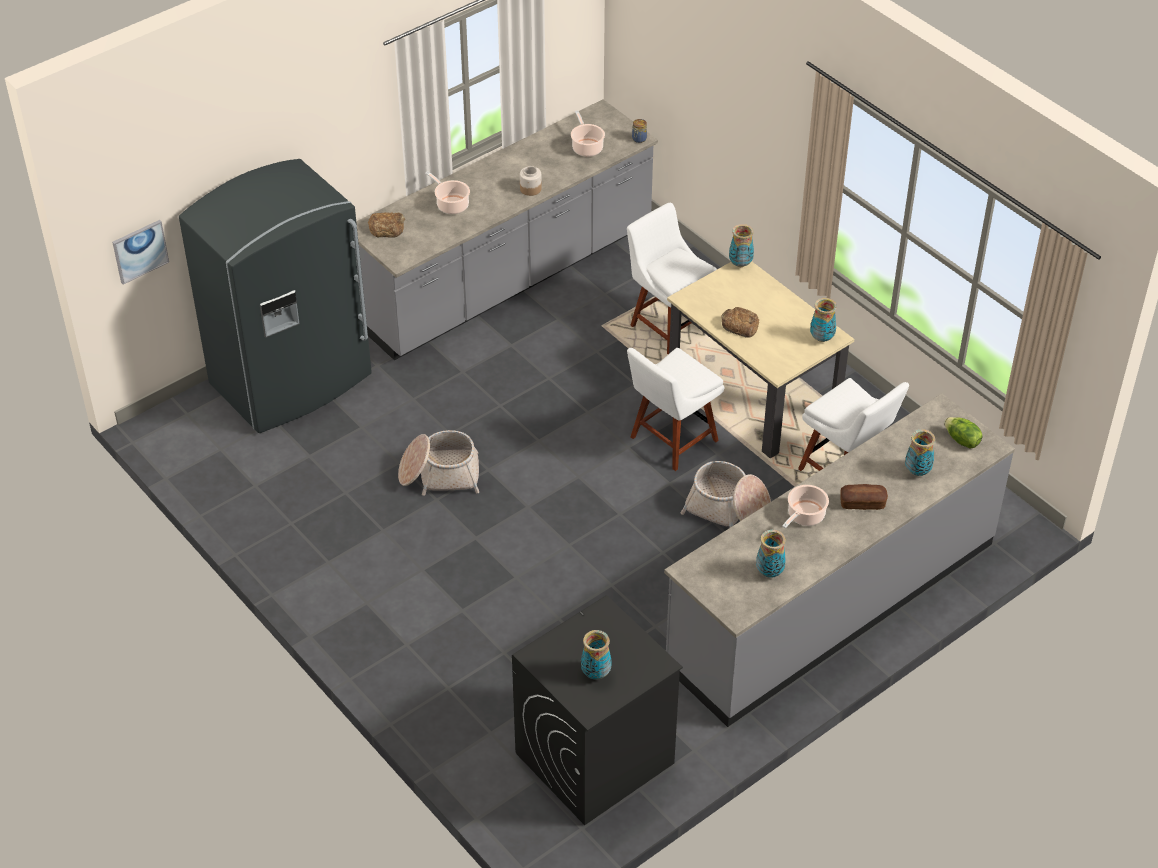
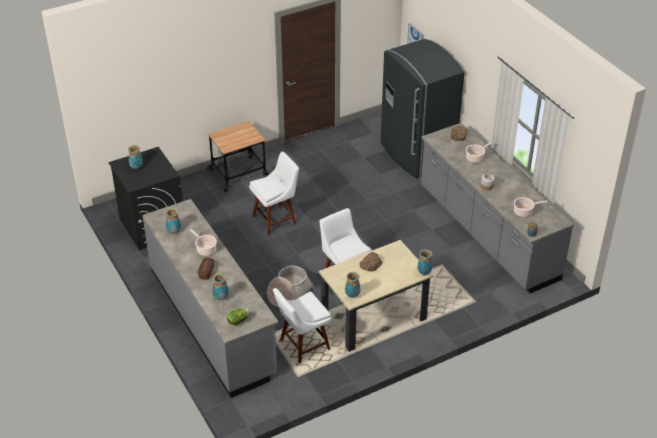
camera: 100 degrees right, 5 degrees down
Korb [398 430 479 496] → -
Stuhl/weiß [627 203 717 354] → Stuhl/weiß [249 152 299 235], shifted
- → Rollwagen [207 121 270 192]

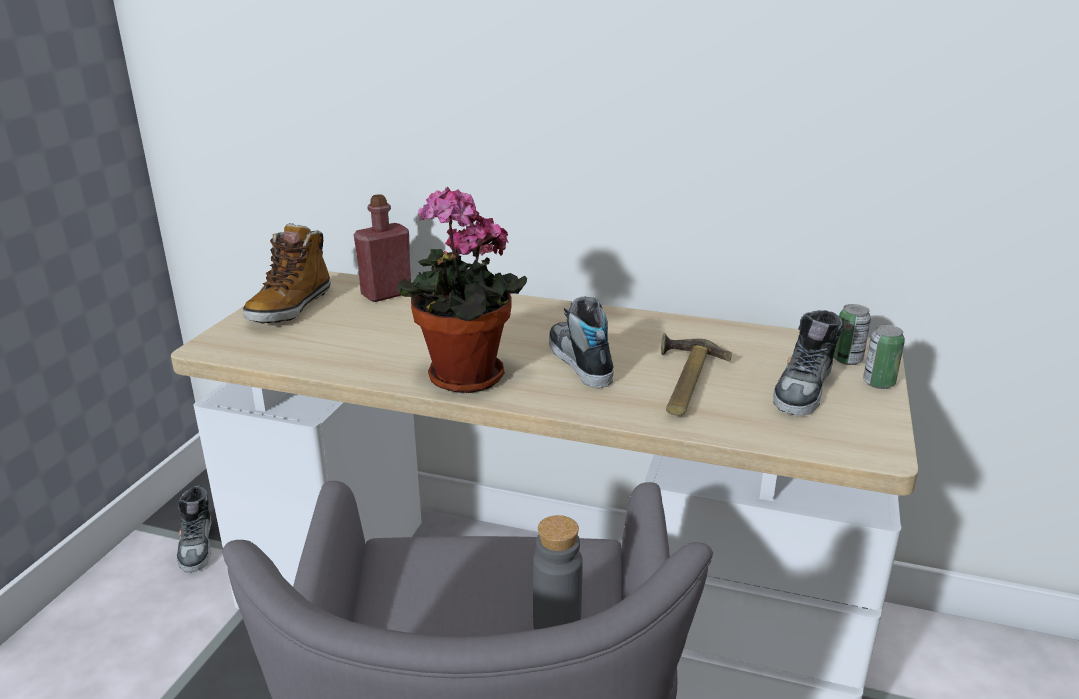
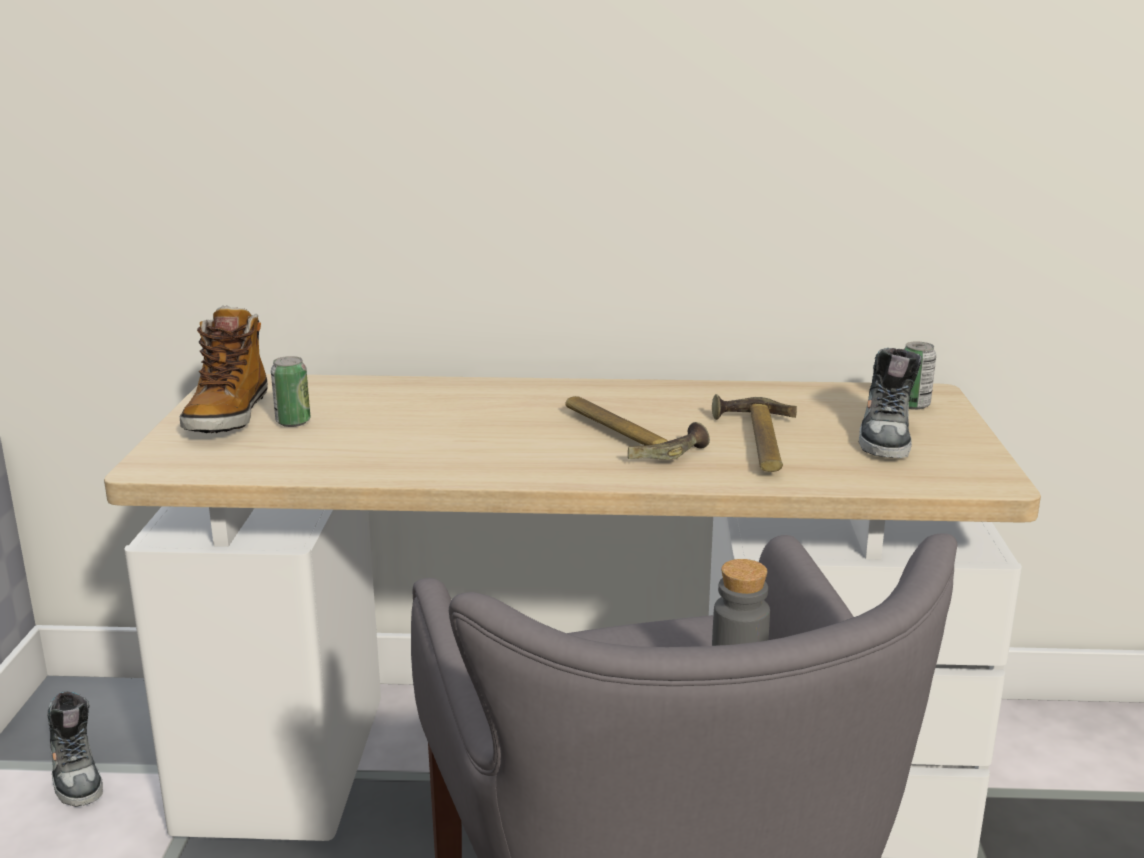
camera: 15 degrees left, 5 degrees down
Flasche/rot [354 194 411 302] → -
Topfpflanze [398 187 527 394] → -
Schuh [549 297 614 388] → Hammer [565 396 710 460]
Dose [863 325 905 389] → Dose [271 356 310 427], shifted

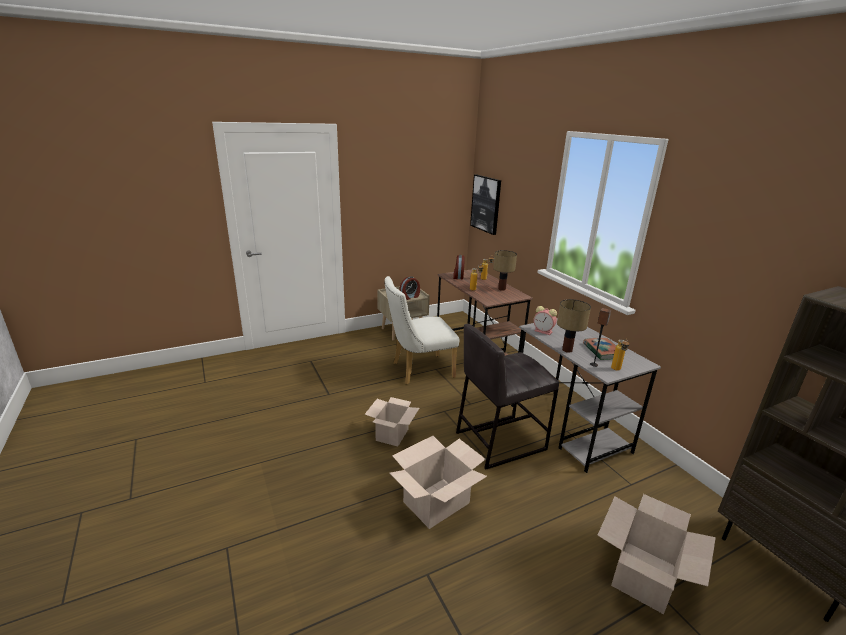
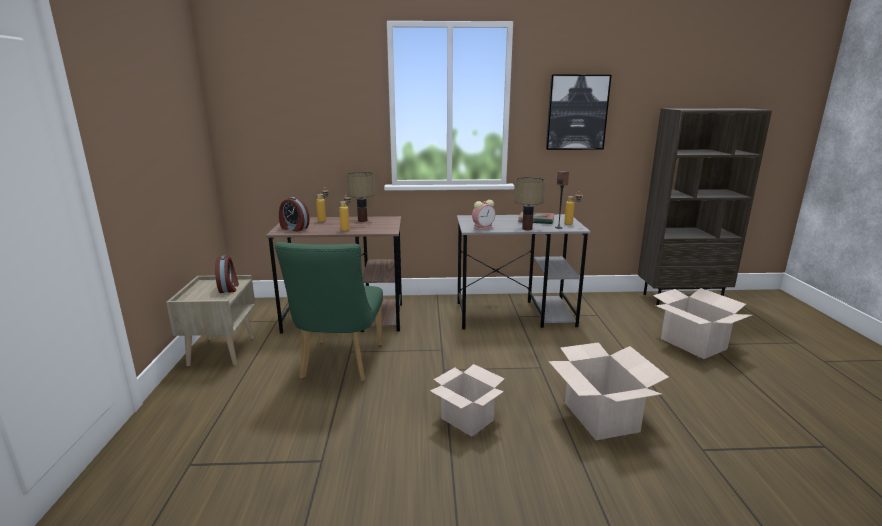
camera: 65 degrees left, 5 degrees down
Stuhl/weiß [384 276 460 384] → Stuhl/grün [275 242 383 382]
Hocker/grau [456 324 559 470] → -
Bild [470 175 501 235] → Bild [546 75 611 150], shifted

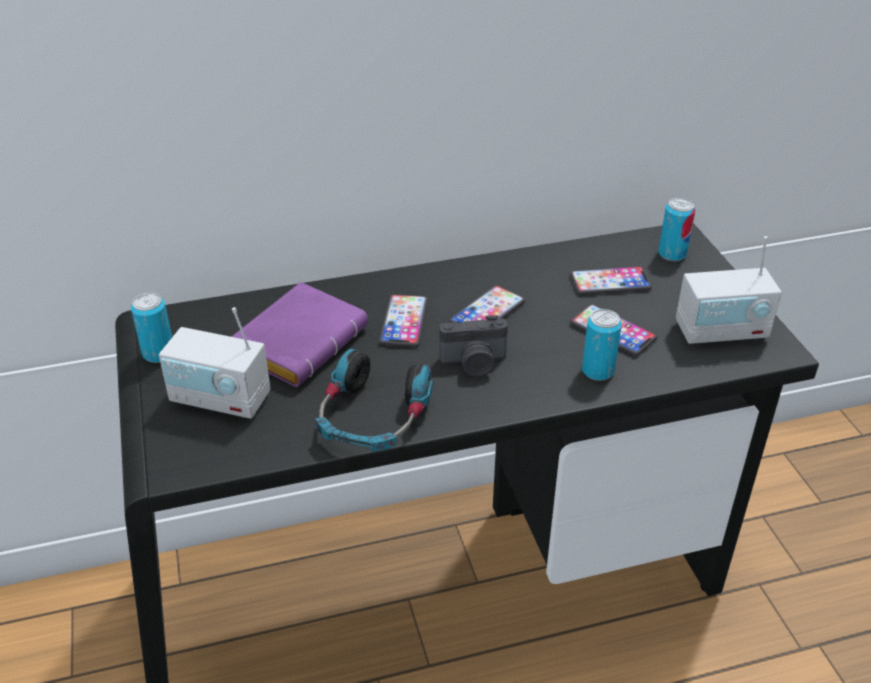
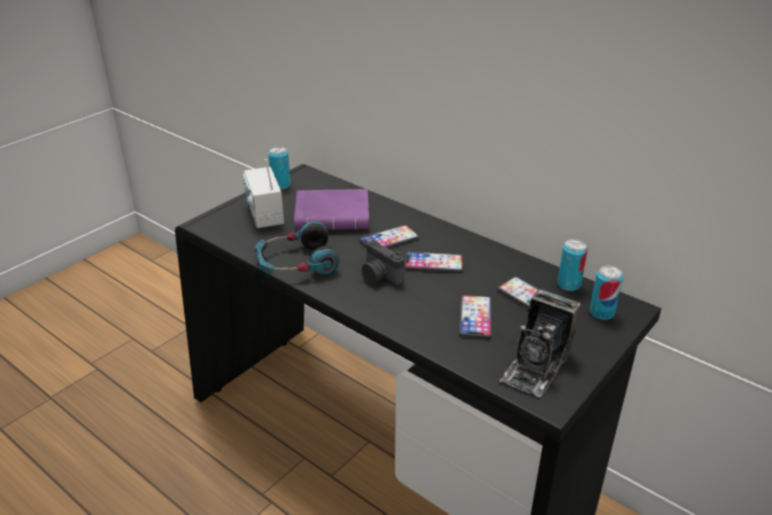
camera: 55 degrees right, 5 degrees down
Dose [582 309 622 381] → Dose [557 239 588 291], shifted
Radio [676 236 782 345] → Kamera [500 289 581 397]

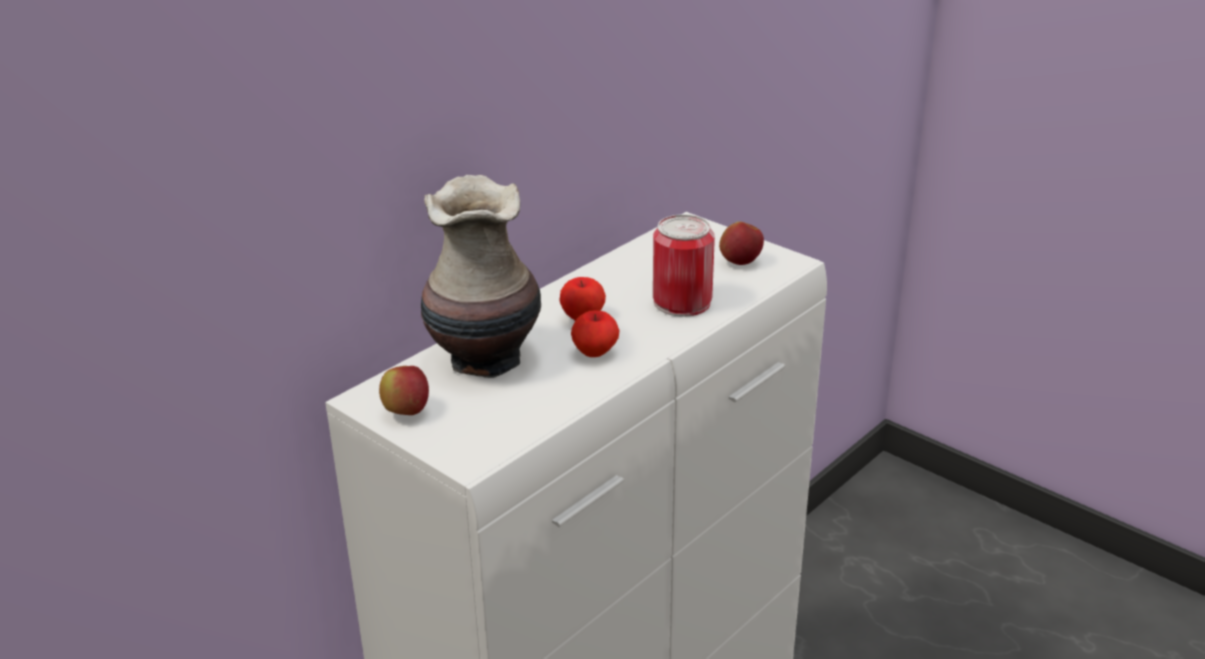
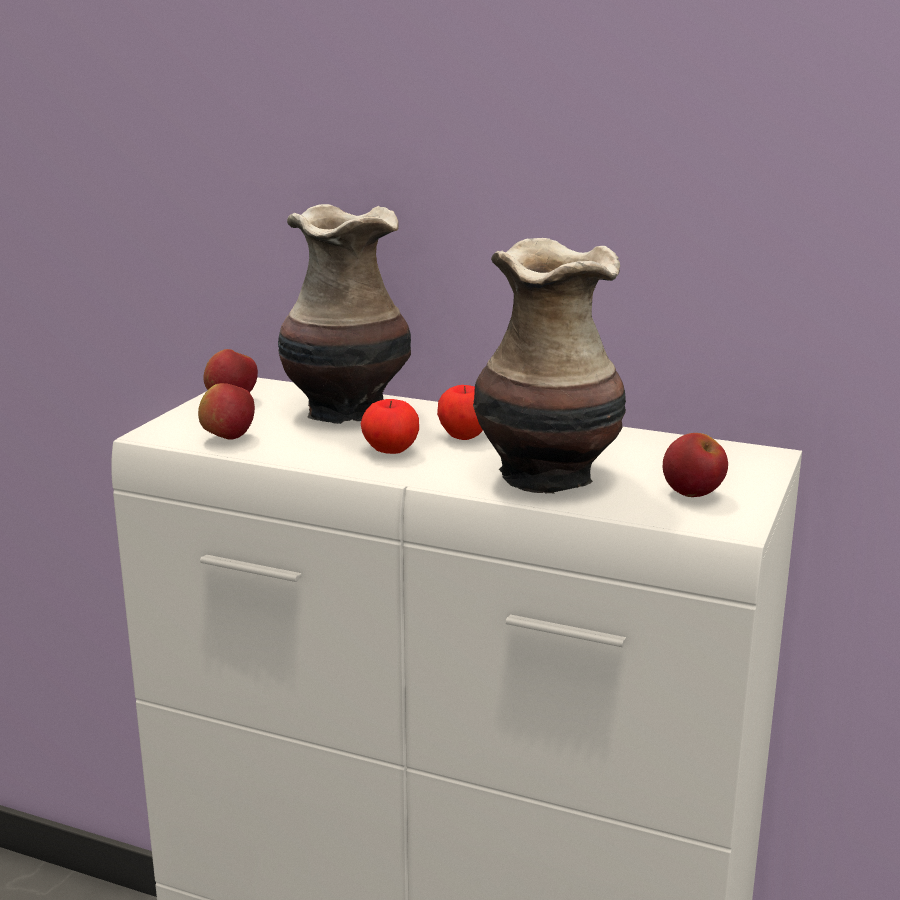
camera: 70 degrees right, 10 degrees down
Dose [653 214 715 317] → Vase [473 238 626 494]
- → Apfel [198 383 255 440]

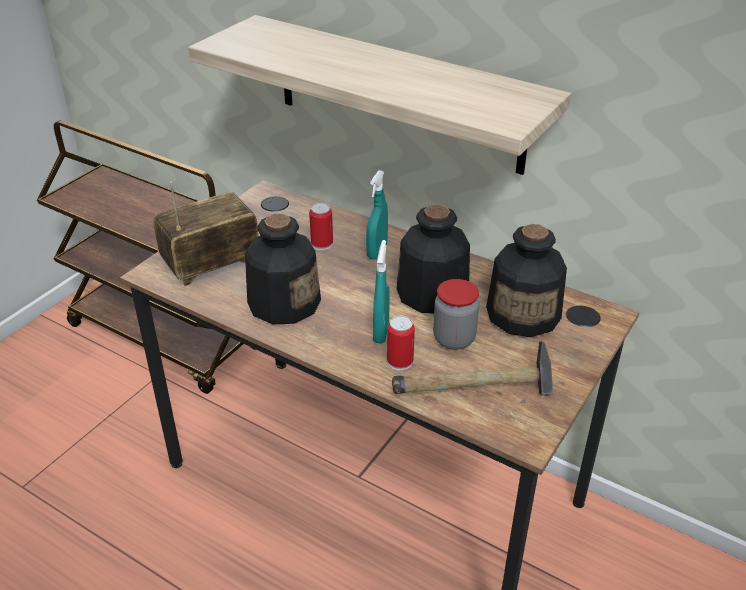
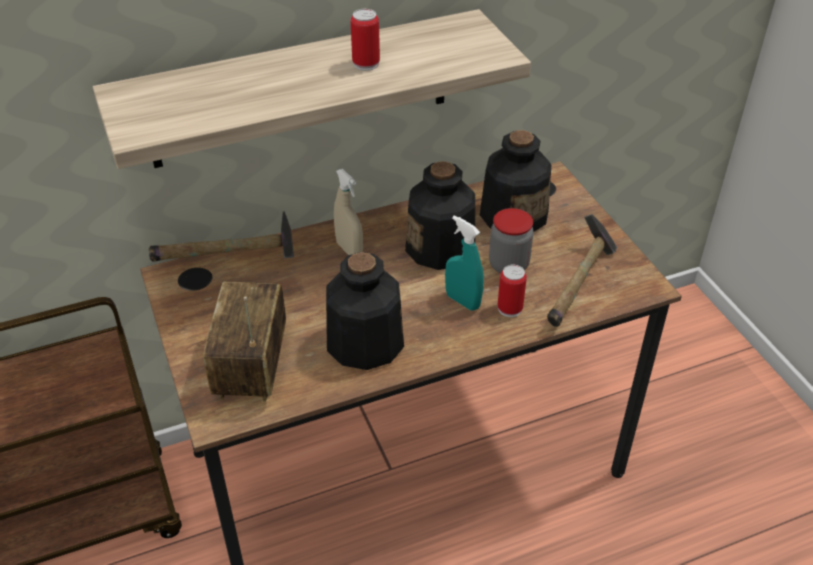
camera: 55 degrees left, 5 degrees up
Dose [309 203 333 251] → Dose [351 9 380 71], shifted
Sprühflasche/türkis [366 170 388 259] → Sprühflasche/beige [334 169 363 255]
- → Hammer [149 211 294 262]

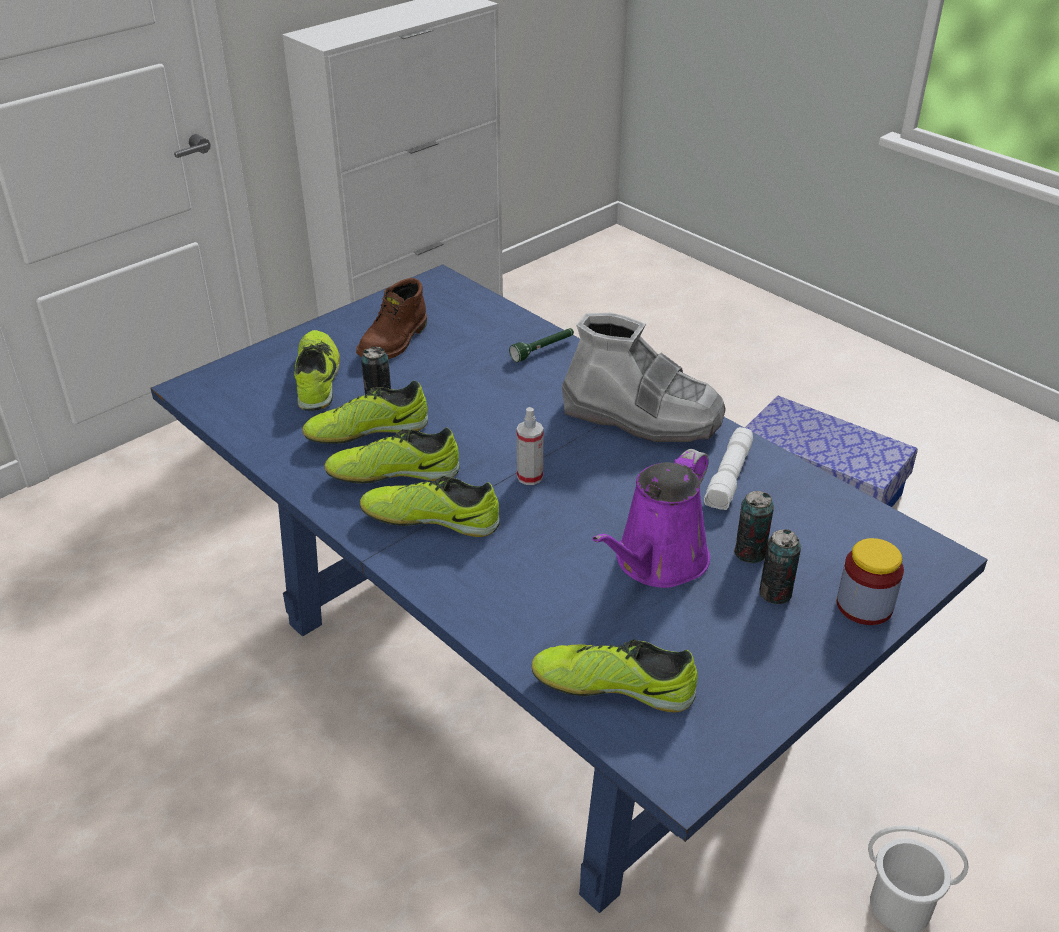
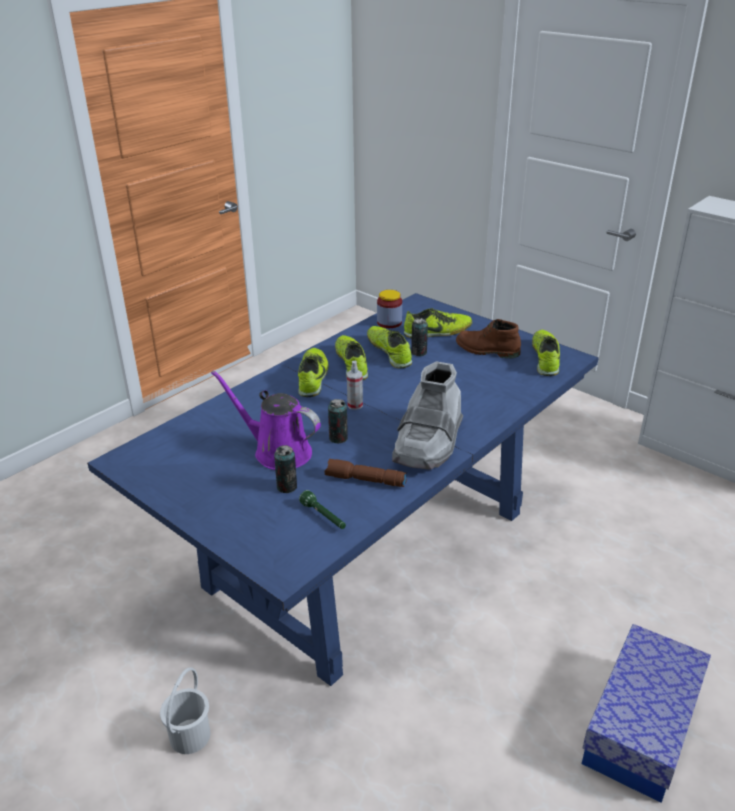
camera: 85 degrees right, 5 degrees down
Taschenlampe/grün [509 328 574 362] → Taschenlampe/grün [299 490 346 529], shifted
Schuh [532 639 697 712] → Schuh [532 330 560 376], shifted
Taschenlampe/weiß [704 427 753 510] → Taschenlampe/braun [324 459 407 487]
Dose [759 529 801 604] → Dose [328 399 348 443], shifted
Vorratsglas [837 538 904 625] → Vorratsglas [377 290 402 328], shifted

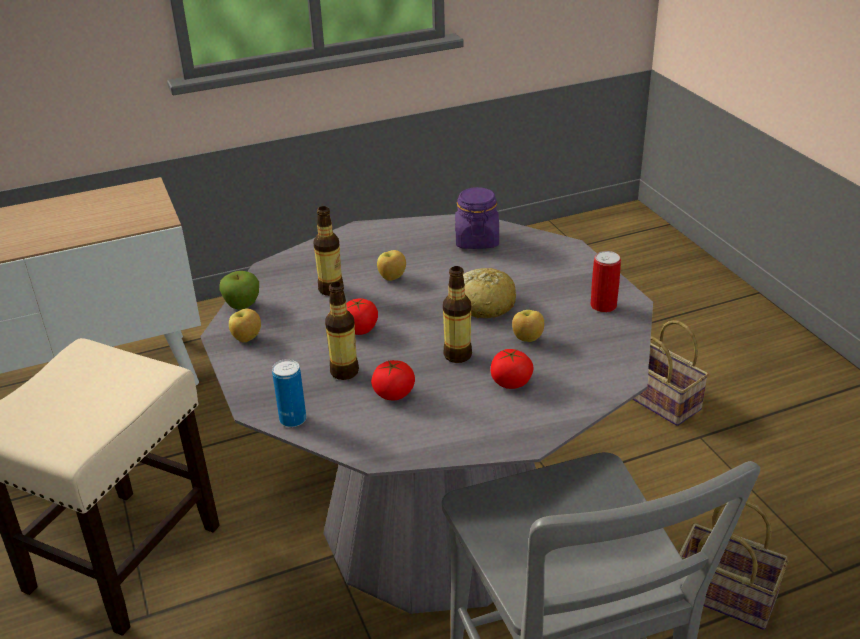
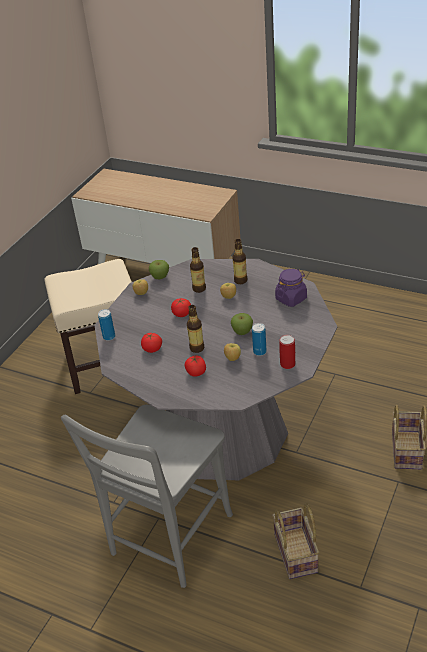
camera: 50 degrees right, 5 degrees up
Flasche [325 282 359 380] → Flasche [232 239 248 284], shifted
Brot [463 268 516 318] → Apfel [231 313 253 335]
- → Dose [252 323 267 356]

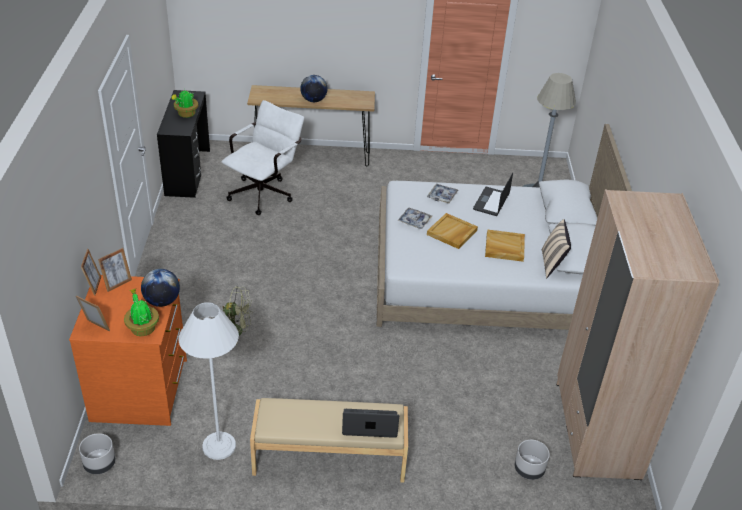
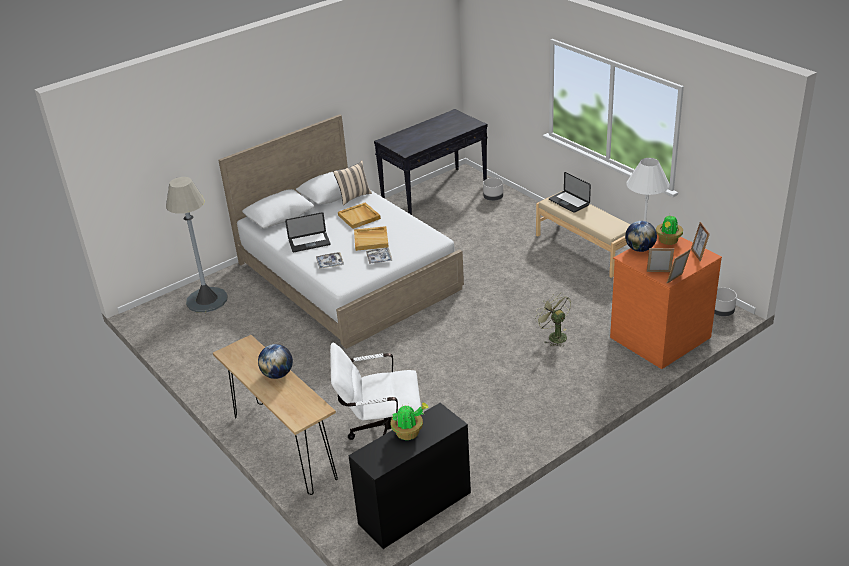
camera: 125 degrees left, 5 degrees down
Kleiderschrank/beige [556 189 720 480] → Konsolentisch/schwarz [374 109 488 215]

